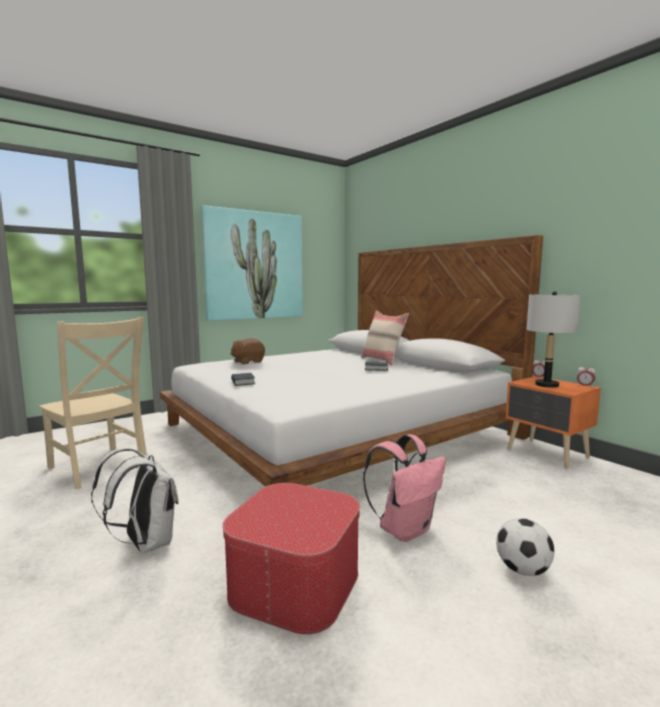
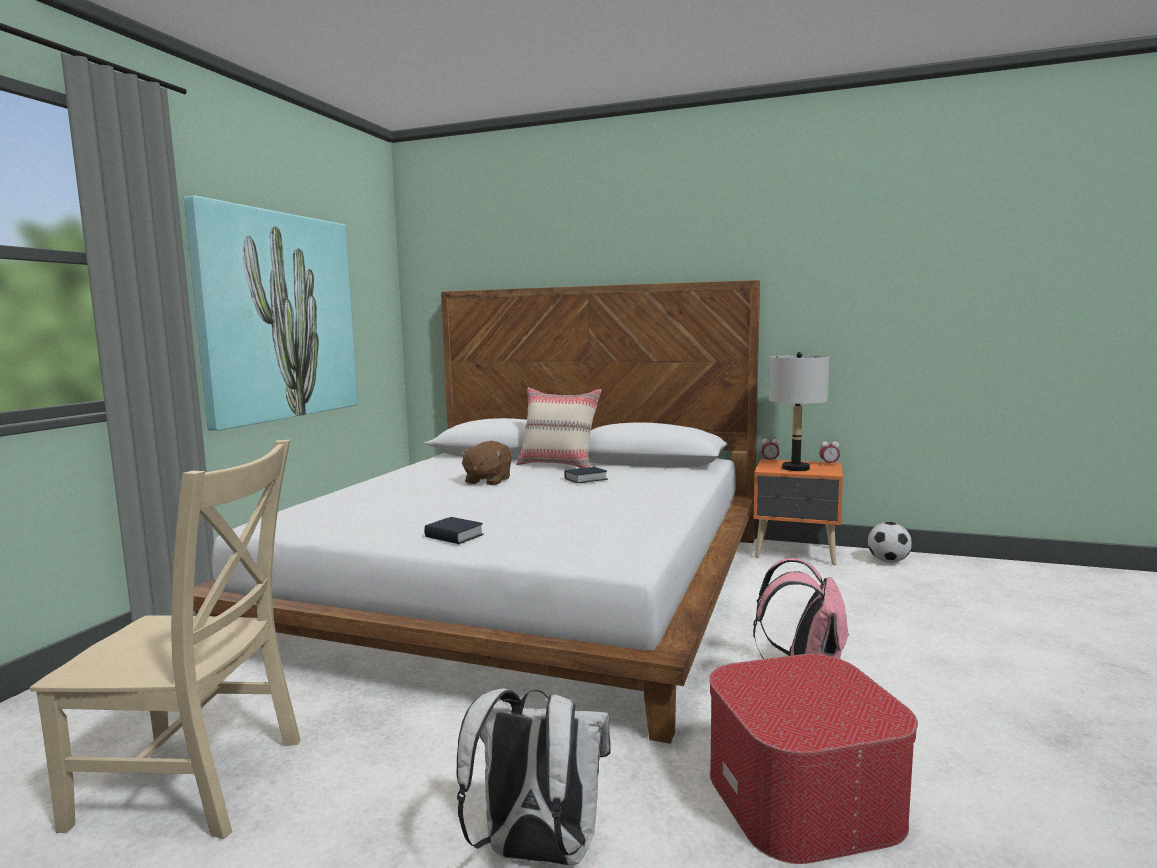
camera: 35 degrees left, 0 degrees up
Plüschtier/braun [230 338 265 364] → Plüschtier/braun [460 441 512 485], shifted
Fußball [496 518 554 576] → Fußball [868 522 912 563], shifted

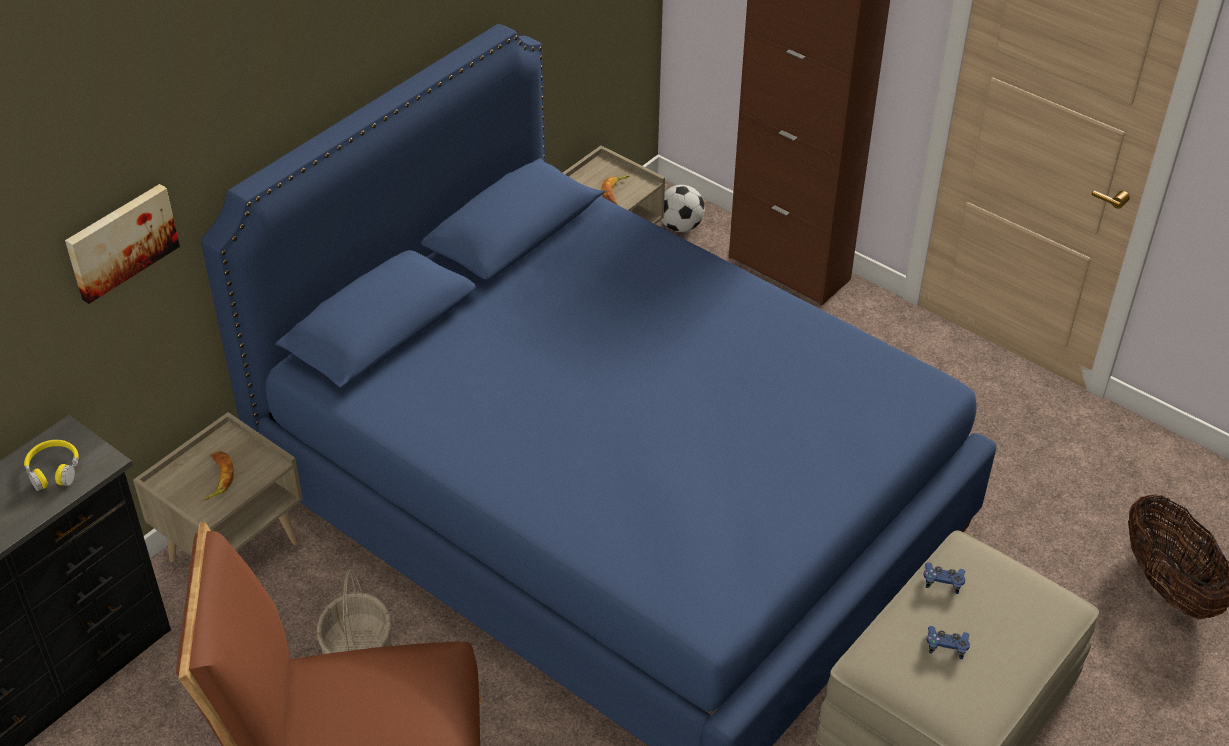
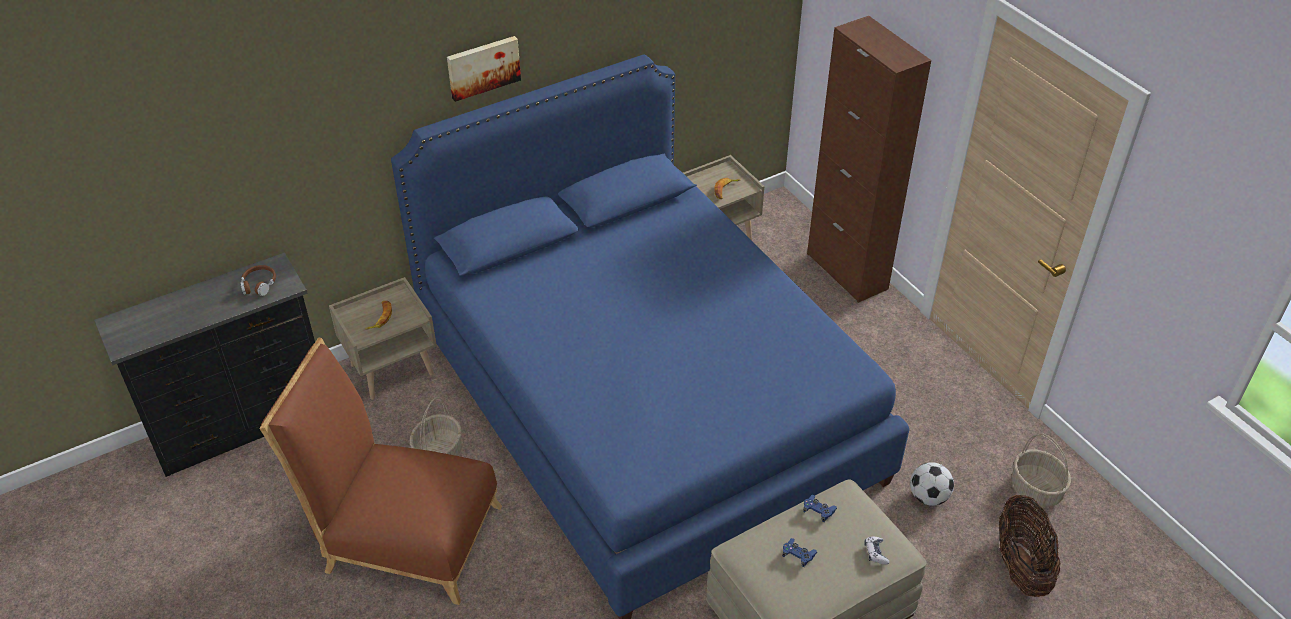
camera: 20 degrees right, 0 degrees up
Kopfhörer/gelb [24 440 79 491] → Kopfhörer/braun [240 265 276 296]
Bild [65 184 180 304] → Bild [447 36 521 102], shifted
Fußball [661 185 705 232] → Fußball [910 462 954 506], shifted
- → Gamepad [865 537 890 565]
- → Korb [1012 434 1071 507]

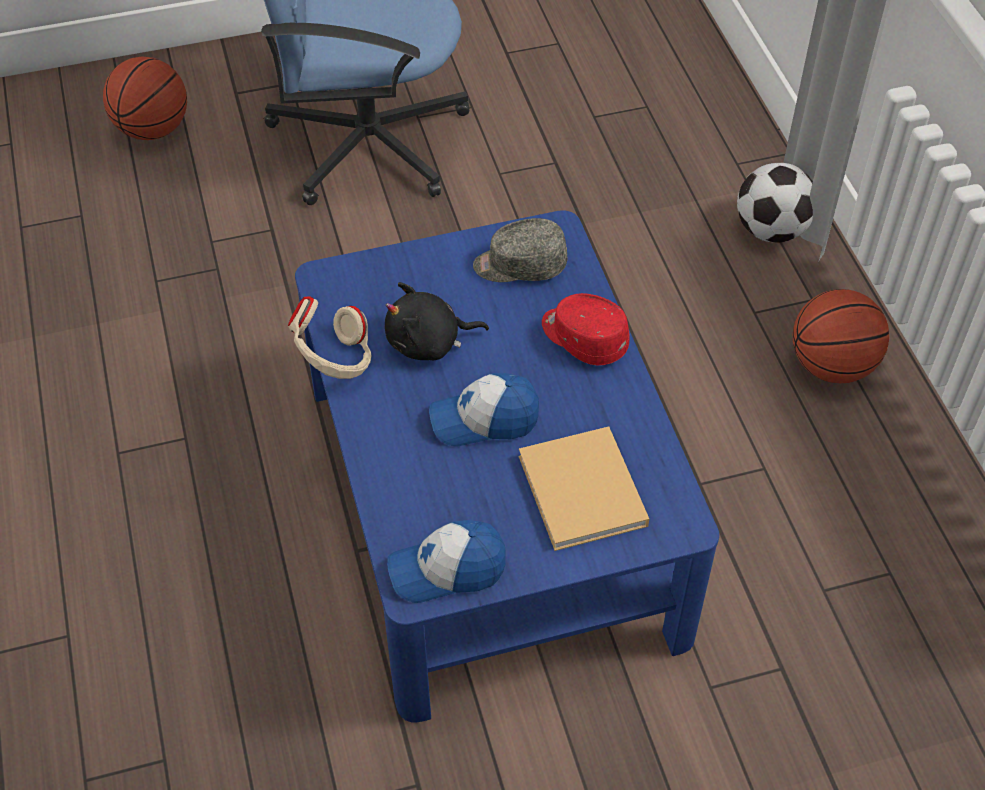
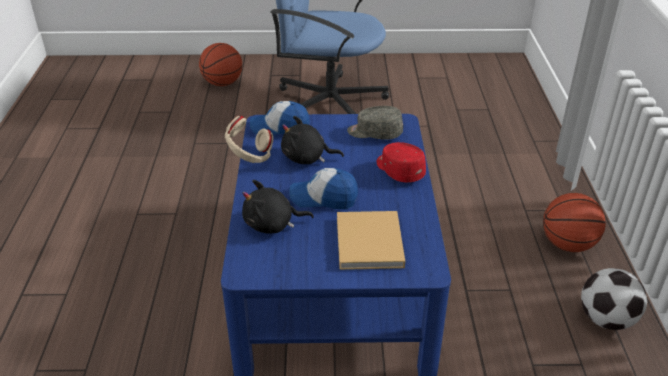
camera: 15 degrees right, 15 degrees down
Kappe [387 520 506 603] → Kappe [250 101 310 135], shifted
Fußball [737 163 813 243] → Fußball [581 268 647 330], shifted
- → Plüschtier/schwarz [242 180 314 234]

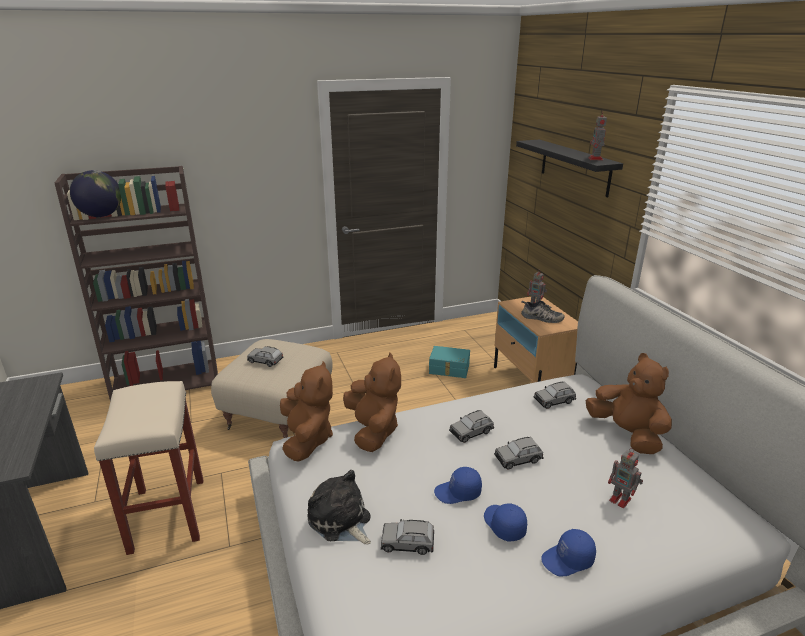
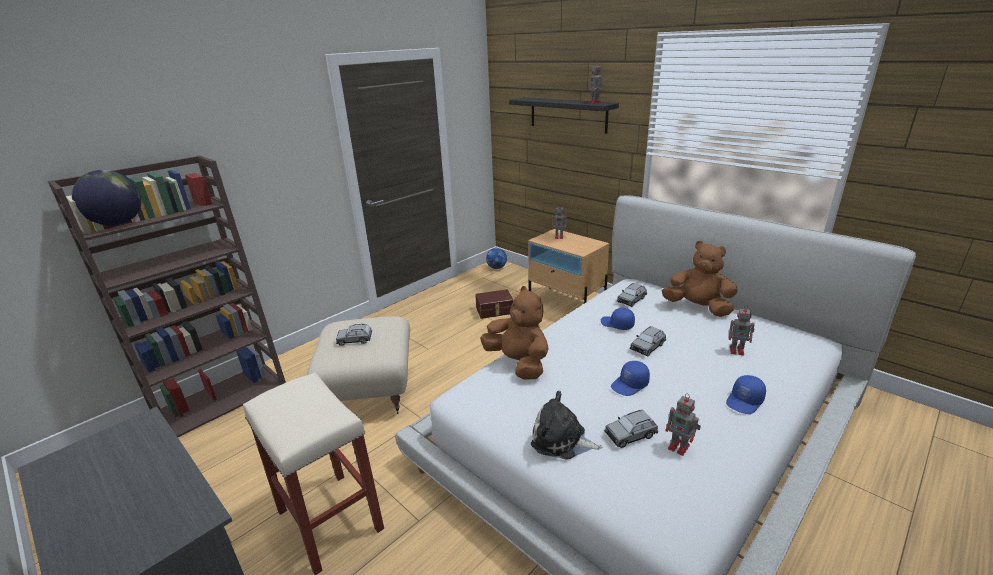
camera: 25 degrees left, 0 degrees up
Plüschtier/braun [280 361 333 462] → -
Aufbewahrungsbox/türkis [429 346 470 378] → Aufbewahrungsbox/braun [475 289 514 319]
Spielzeugauto/grau [449 410 494 443] → -
Kappe/blau [484 503 527 541] → Kappe/blau [601 308 635 330], shifted
Schuh [521 301 565 323] → -
- → Fußball [486 248 507 269]
- → Spielzeugroboter [666 393 701 456]

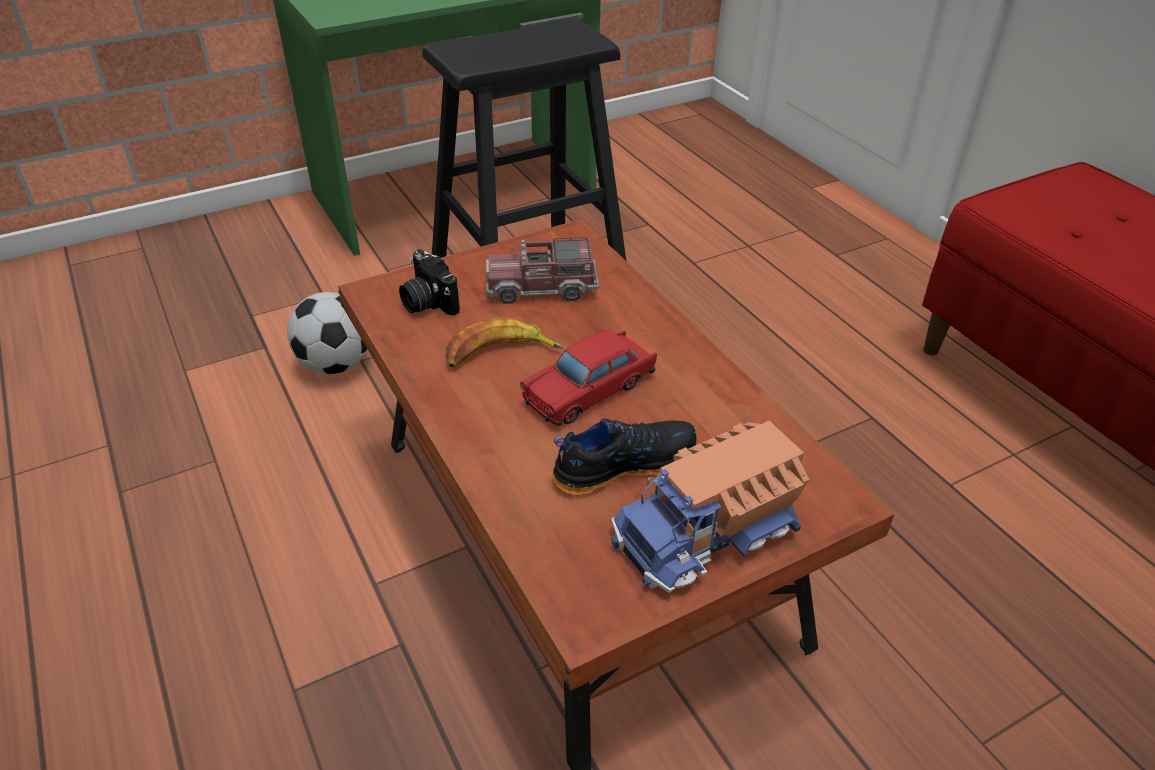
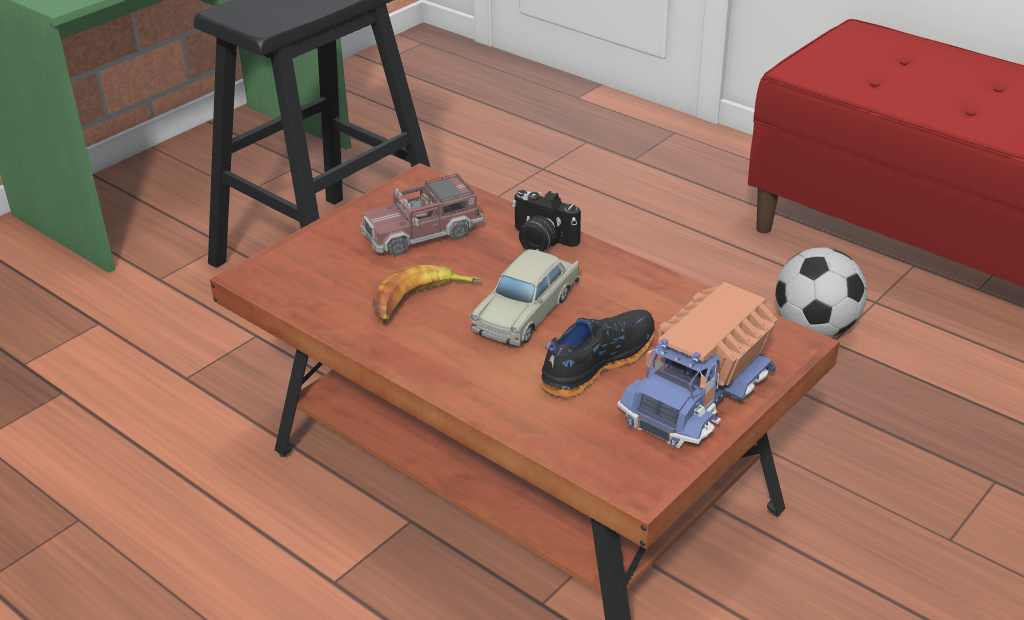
camera: 20 degrees left, 5 degrees down
Fußball [287 292 367 374] → Fußball [775 247 867 337], shifted
Kamera [399 249 460 315] → Kamera [512 190 581 251], shifted
Spielzeugauto/rot [520 330 657 426] → Spielzeugauto/beige [470 249 579 346]

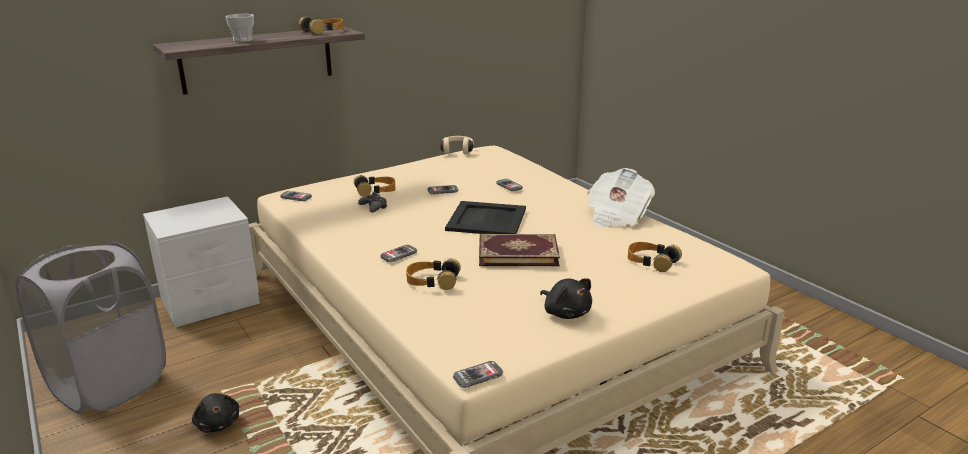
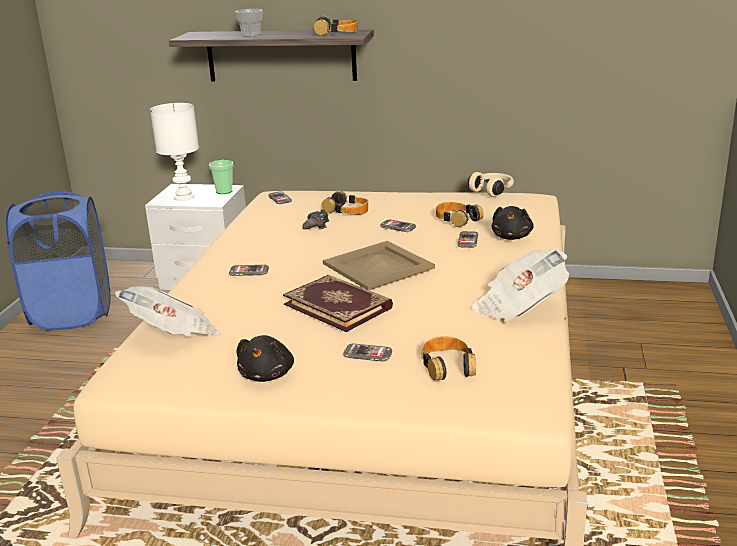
camera: 45 degrees right, 0 degrees up
Wäschekorb/grau [16 242 166 414] → Wäschekorb/blau [6 191 110 331]
Plüschtier/schwarz [192 393 239 433] → Plüschtier/schwarz [492 206 534 240], shifted
Kopfhörer [406 258 461 290] → Kopfhörer [436 202 484 227], shifted
Tablett/schwarz [445 201 526 234] → Tablett/beige [323 241 435 290]
Handy [453 361 503 388] → Handy [343 343 392 362], shifted
- → Zeitung [115 286 221 337]
- → Tischlampe/weiß [150 103 199 201]
- → Tasse [209 160 233 194]

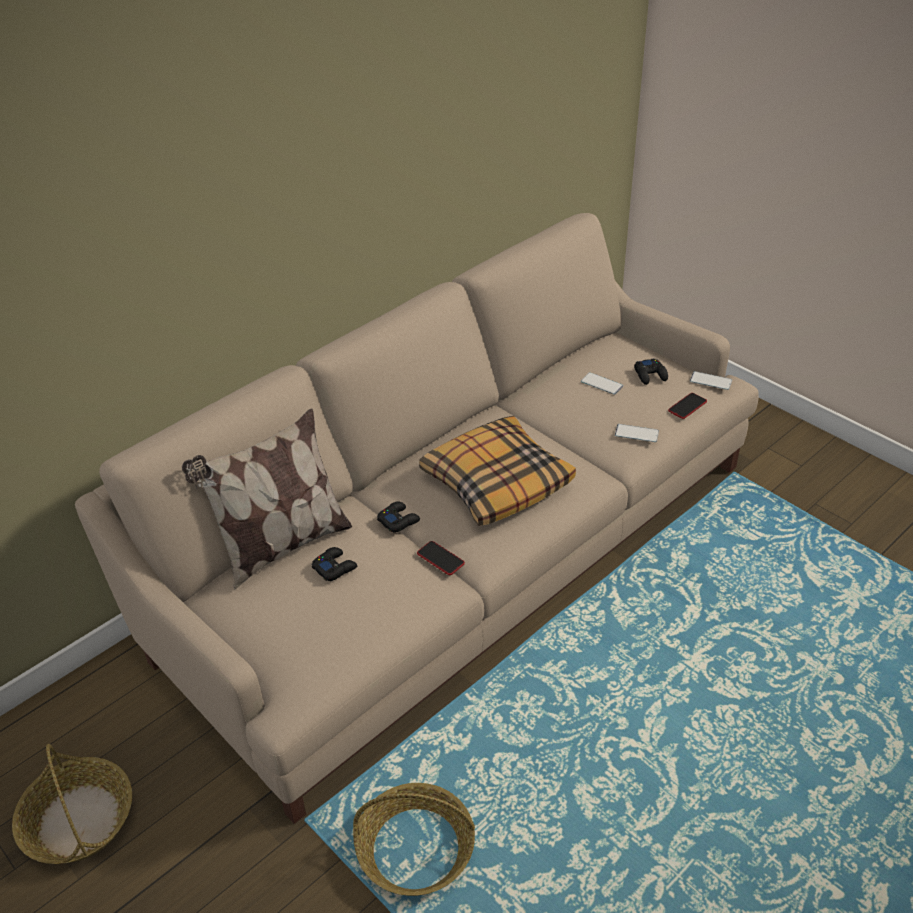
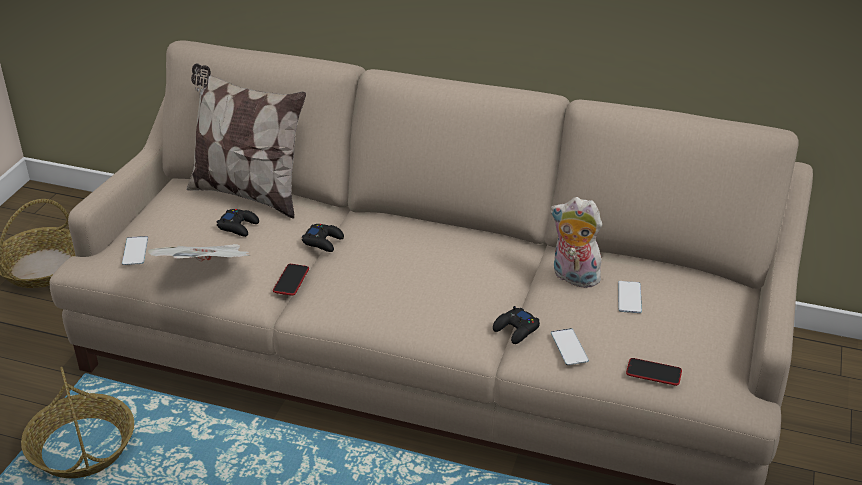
camera: 60 degrees right, 5 degrees down
Kissen [419 416 576 526] → -
Gamepad/schwarz [634 359 668 385] → Gamepad/schwarz [493 306 540 344], shifted
Handy [690 371 732 390] → Handy [122 236 148 265], shifted
- → Zeitung [148 244 250 262]
- → Plüschtier [550 197 602 288]

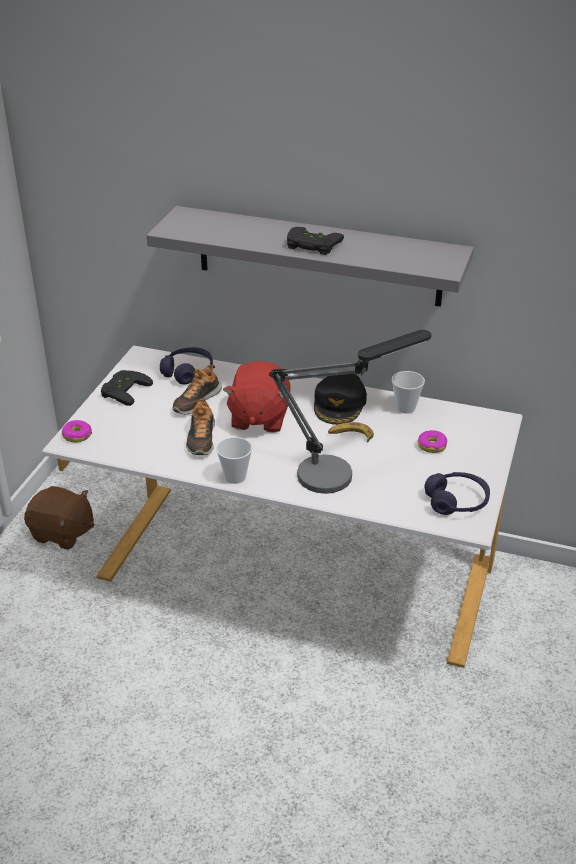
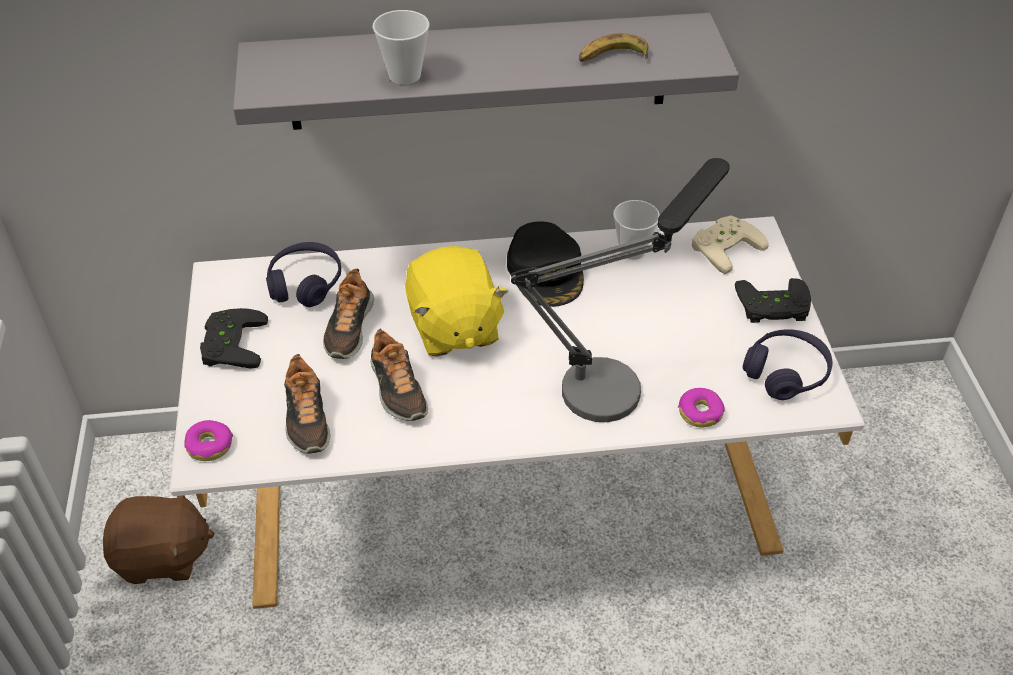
camera: 25 degrees left, 10 degrees up
Tasse [216 437 252 484] → Tasse [373 10 430 85], shifted
Plüschtier/rot [223 361 290 433] → Plüschtier/gelb [405 246 509 356]
Gamepad/schwarz [287 227 344 255] → Gamepad/schwarz [735 278 811 323], shifted
Banane [328 422 374 442] → Banane [579 33 649 62], shifted
Donut [418 430 447 453] → Donut [678 388 725 427], shifted
- → Schuh [284 354 330 453]
- → Gamepad/beige [691 215 769 274]

